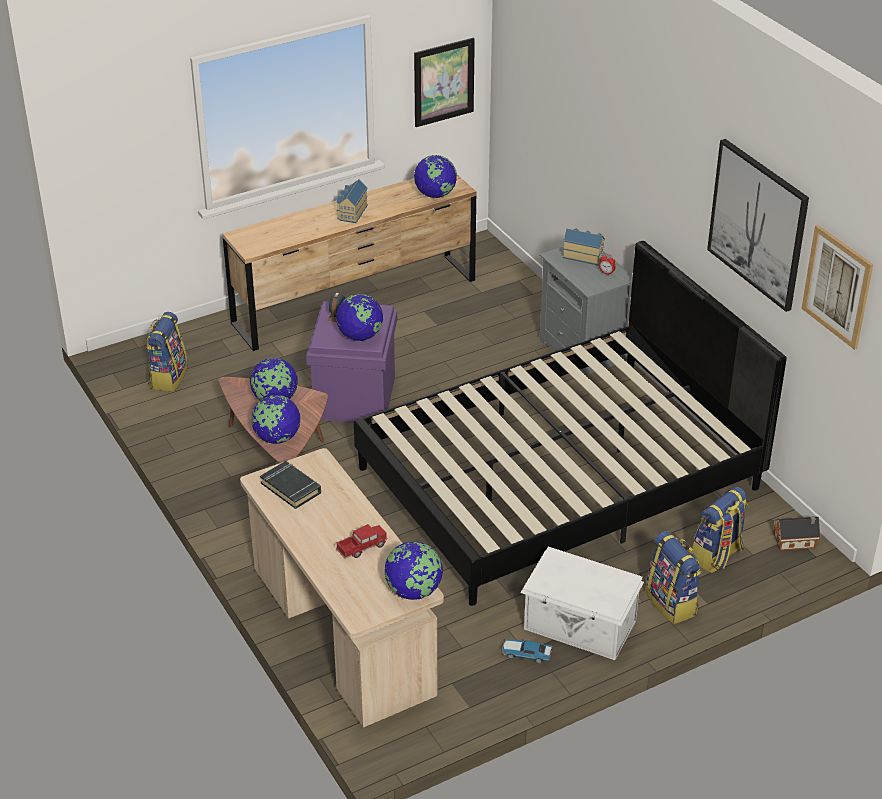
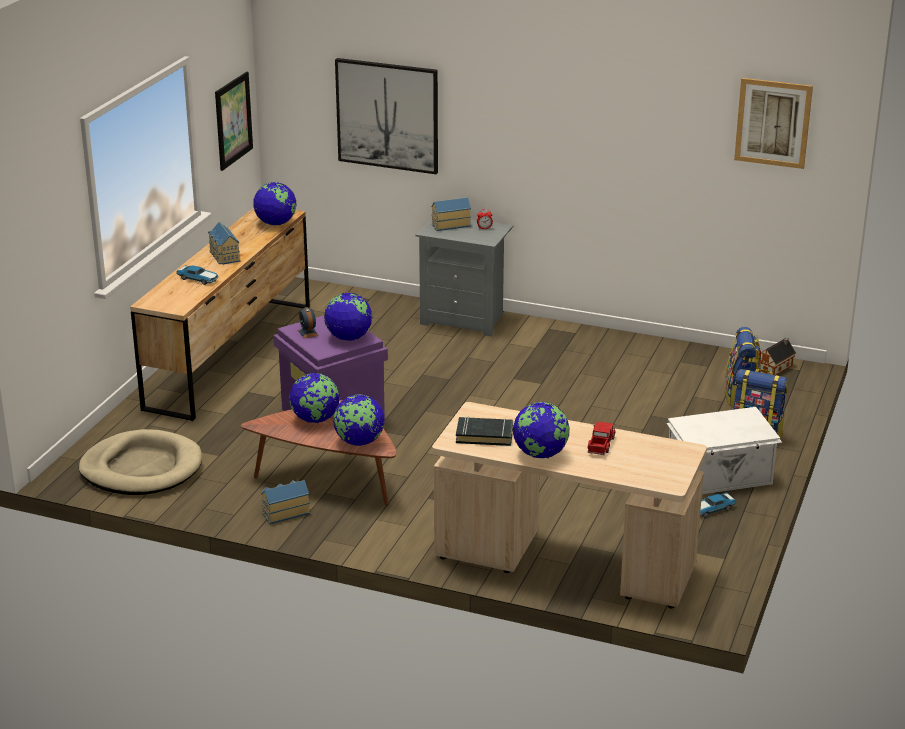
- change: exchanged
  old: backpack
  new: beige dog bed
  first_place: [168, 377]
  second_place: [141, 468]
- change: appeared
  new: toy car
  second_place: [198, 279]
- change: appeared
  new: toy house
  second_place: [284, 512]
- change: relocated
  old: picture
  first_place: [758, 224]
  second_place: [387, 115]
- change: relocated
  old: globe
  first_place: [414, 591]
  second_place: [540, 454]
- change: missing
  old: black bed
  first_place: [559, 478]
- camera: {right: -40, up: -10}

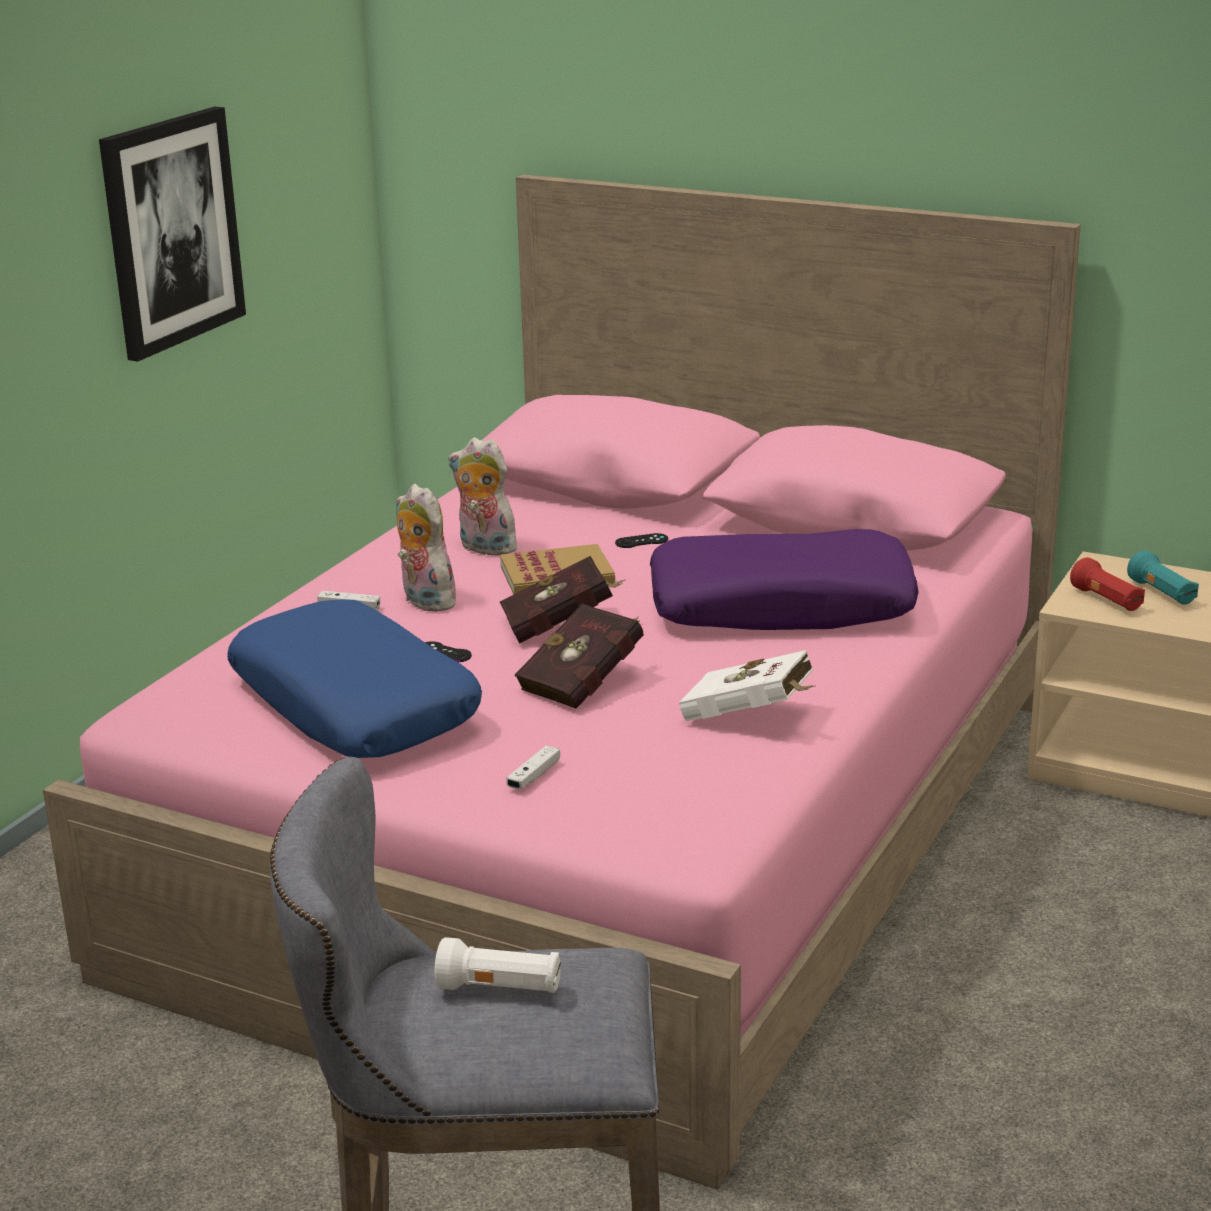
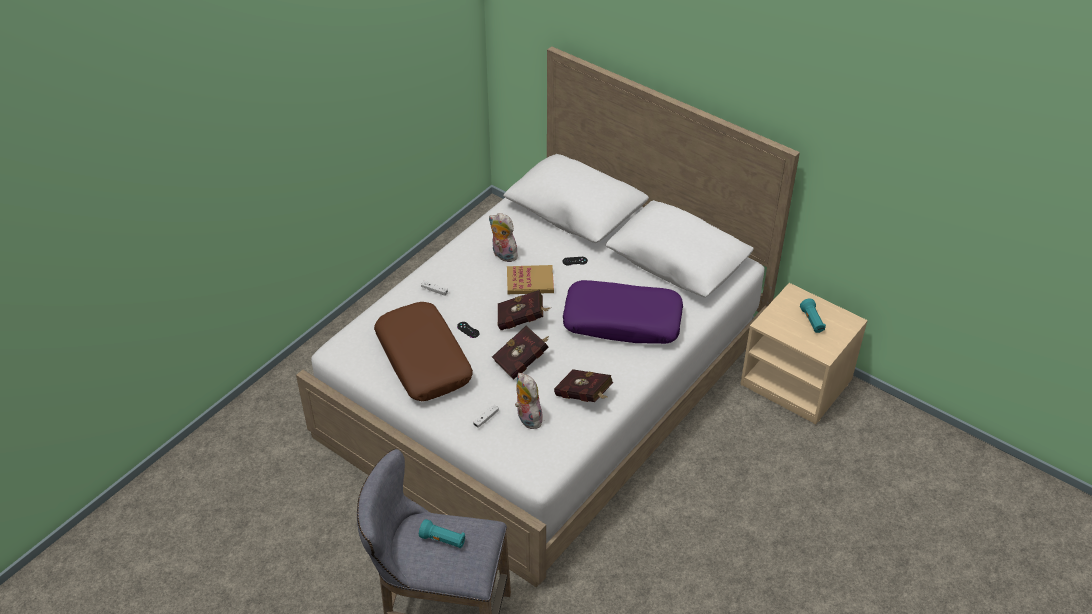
- change: colour
  old: pink bed
  new: white bed
  first_place: [614, 828]
  second_place: [547, 384]
- change: colour
  old: blue pillow
  new: brown pillow
  first_place: [356, 705]
  second_place: [424, 360]
- change: colour
  old: white flashlight
  new: turquoise flashlight
  first_place: [500, 989]
  second_place: [443, 540]
- change: relocated
  old: plush toy
  first_place: [424, 601]
  second_place: [527, 418]
- change: colour
  old: white book
  new: red book
  first_place: [751, 718]
  second_place: [584, 396]
- change: missing
  old: picture
  first_place: [171, 231]
- change: missing
  old: red flashlight
  first_place: [1107, 601]
- camera: {right: 10, up: 20}

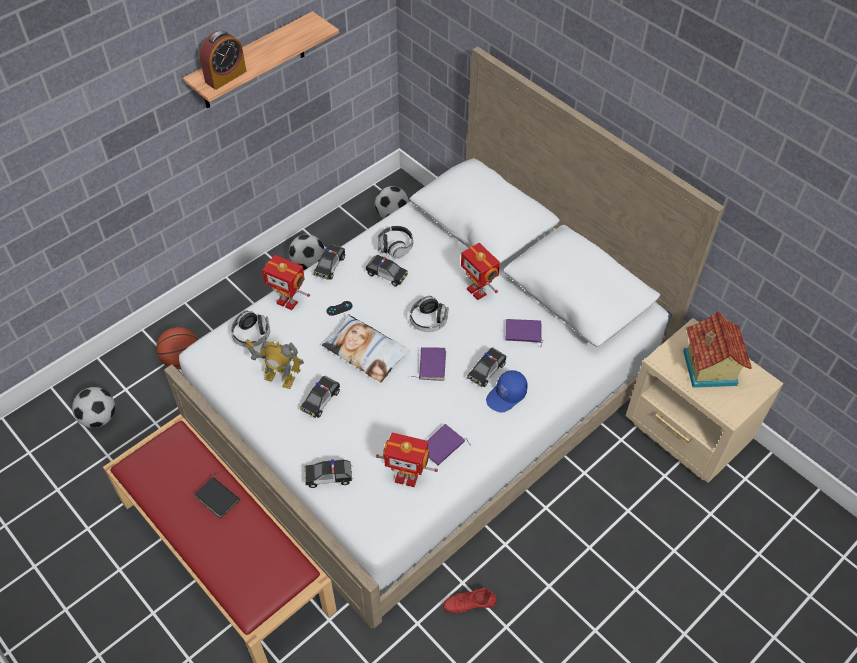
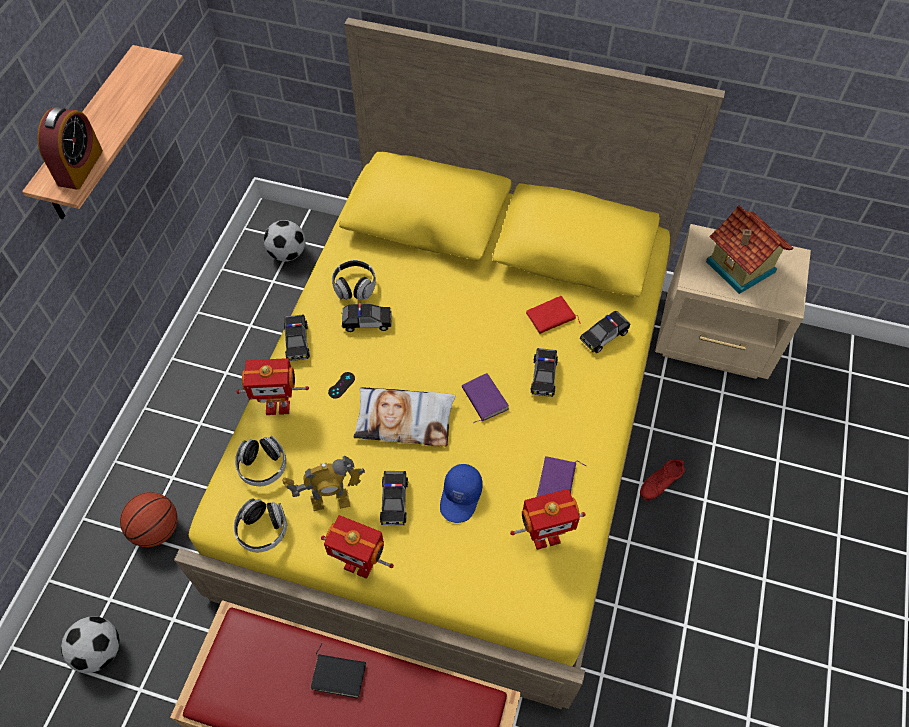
- change: colour
  old: white bed
  new: yellow bed
  first_place: [429, 398]
  second_place: [456, 431]
- change: relocated
  old: headphones
  first_place: [428, 321]
  second_place: [263, 530]
- change: relocated
  old: toy robot
  first_place: [477, 291]
  second_place: [359, 564]
- change: relocated
  old: blue cap
  first_place: [506, 396]
  second_place: [461, 497]
- change: colour
  old: purple book
  new: red book
  first_place: [523, 333]
  second_place: [551, 317]
- change: relocated
  old: toy car
  first_place: [329, 477]
  second_place: [604, 336]
- change: relocated
  old: red shoe
  first_place: [469, 603]
  second_place: [661, 482]
- change: missing
  old: football
  first_place: [308, 264]
- camera: {right: -30, up: 5}

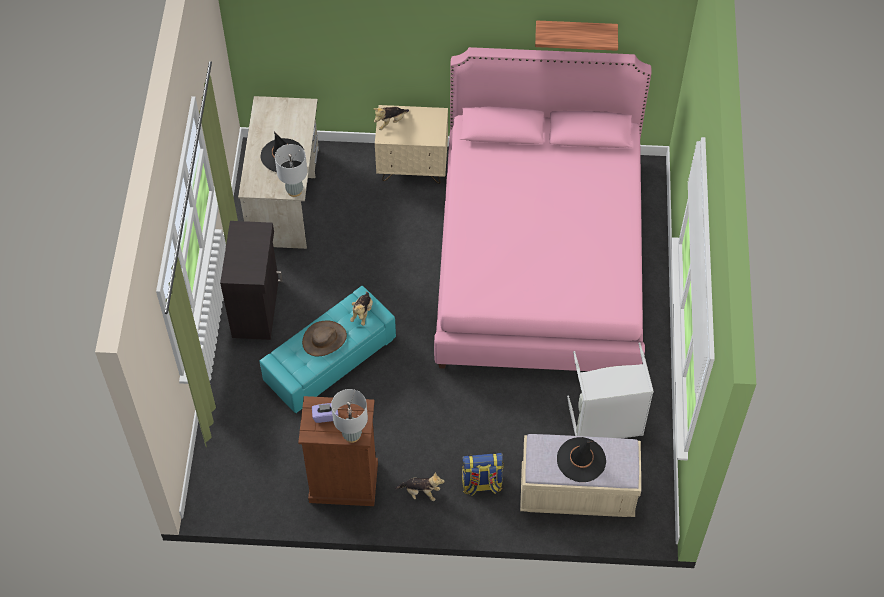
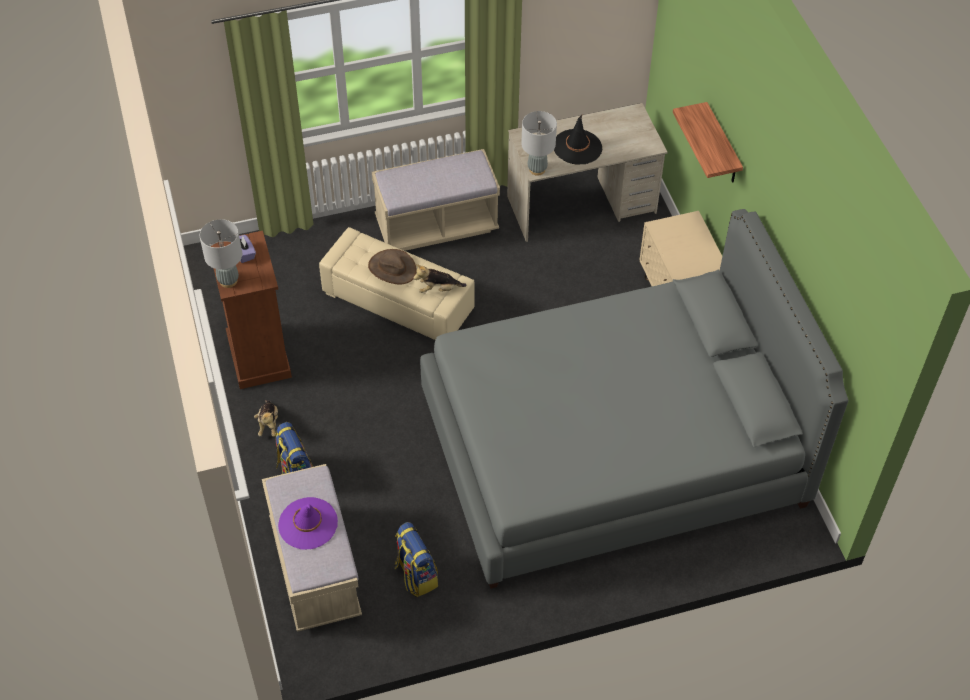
- change: colour
  old: black hat
  new: purple hat
  first_place: [581, 460]
  second_place: [308, 524]
- change: colour
  old: turquoise ottoman
  new: beige ottoman
  first_place: [330, 360]
  second_place: [398, 302]
- change: exchanged
  old: black cabinet
  new: beige bench
  first_place: [257, 307]
  second_place: [436, 226]
- change: exchanged
  old: grey laundry basket
  new: backpack
  first_place: [606, 424]
  second_place: [415, 575]
- change: colour
  old: pink bed
  new: grey bed
  first_place: [539, 259]
  second_place: [611, 450]
- change: relocated
  old: shelf
  first_place: [576, 31]
  second_place: [722, 146]
- change: missing
  old: plush toy
  first_place: [390, 122]
- camera: {right: 70, up: -5}

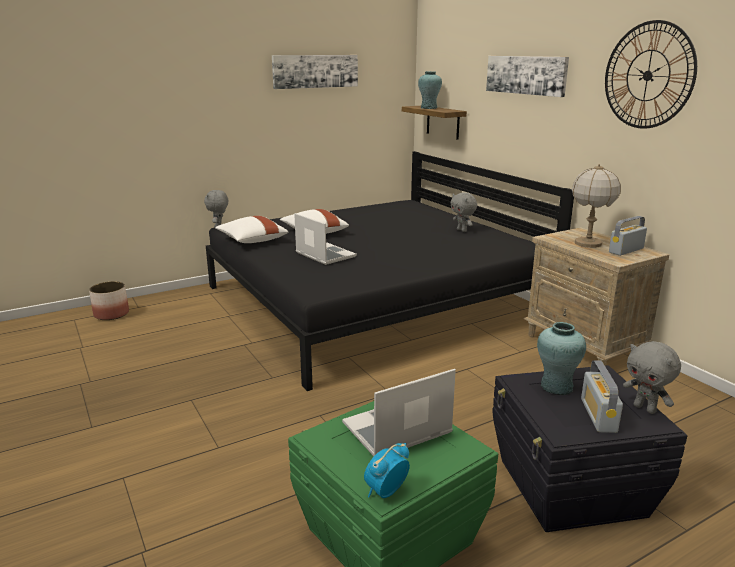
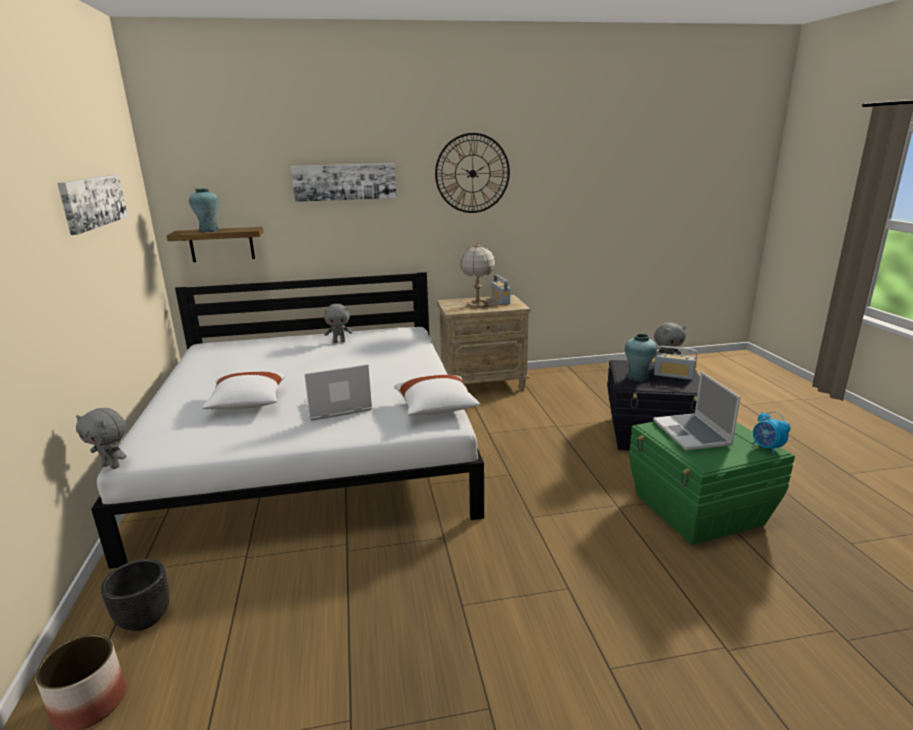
- change: colour
  old: black bed
  new: white bed
  first_place: [374, 301]
  second_place: [314, 448]
- change: appeared
  new: black planter
  second_place: [143, 618]
- change: relocated
  old: white pillow
  first_place: [252, 240]
  second_place: [436, 409]
- camera: {right: -70, up: 0}

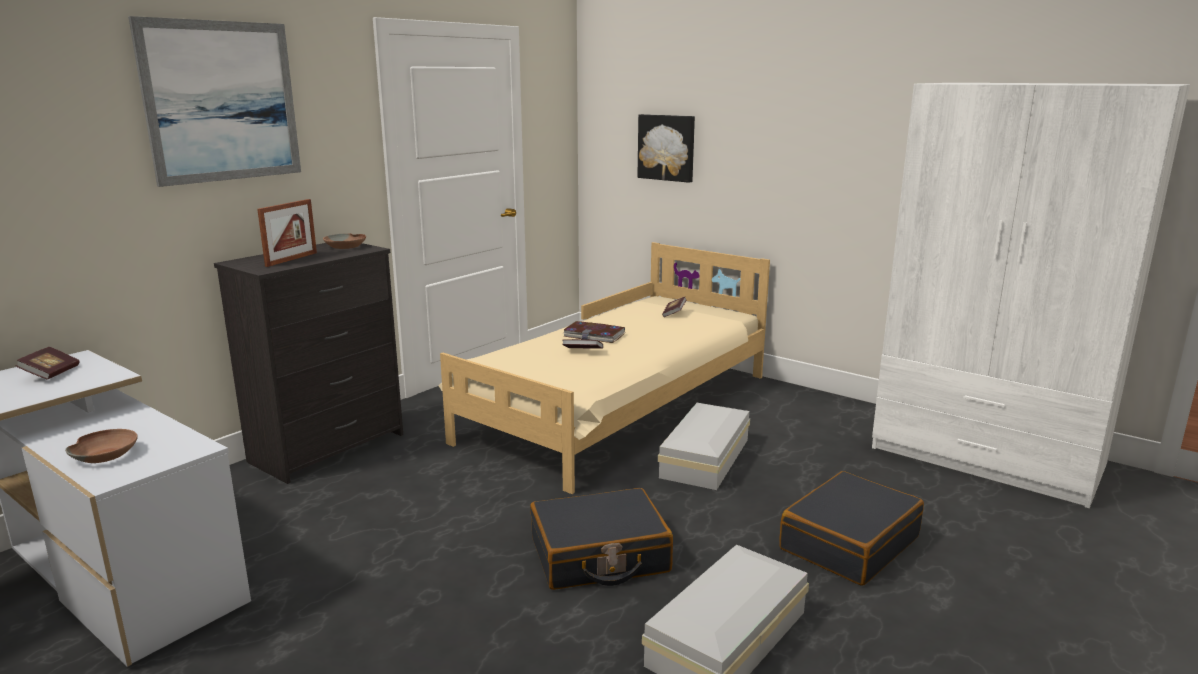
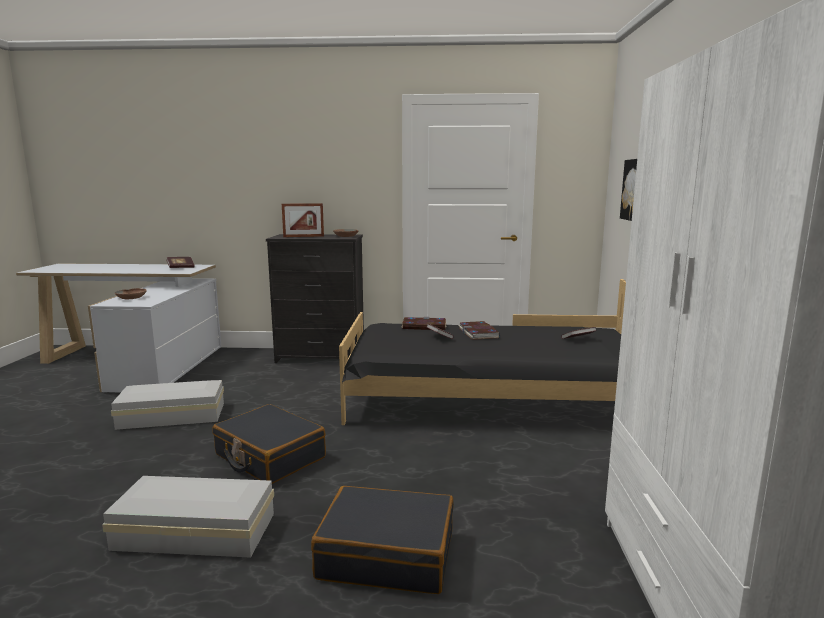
- change: relocated
  old: white storage box
  first_place: [707, 457]
  second_place: [173, 416]
- change: colour
  old: beige bed
  new: black bed
  first_place: [619, 408]
  second_place: [489, 401]
- change: appeared
  new: book
  second_place: [424, 326]
- change: missing
  old: picture
  first_place: [222, 102]
- camera: {right: 55, up: -5}

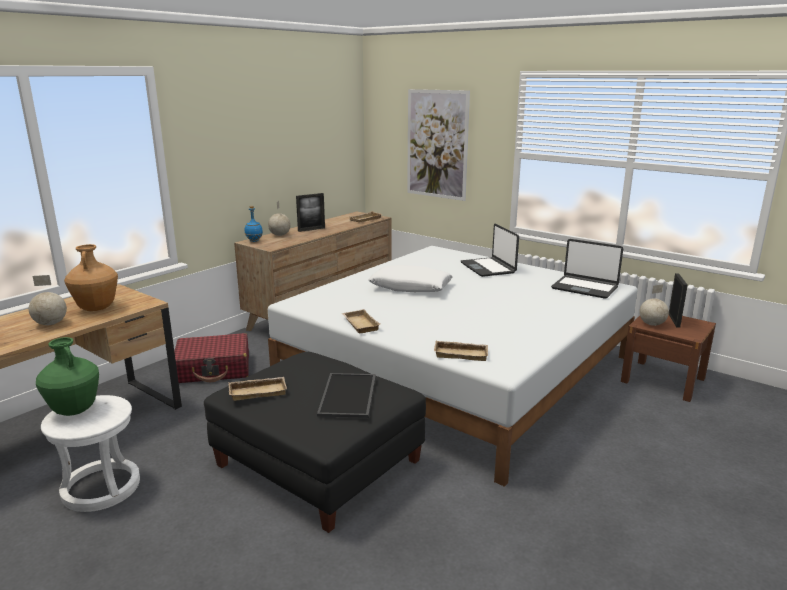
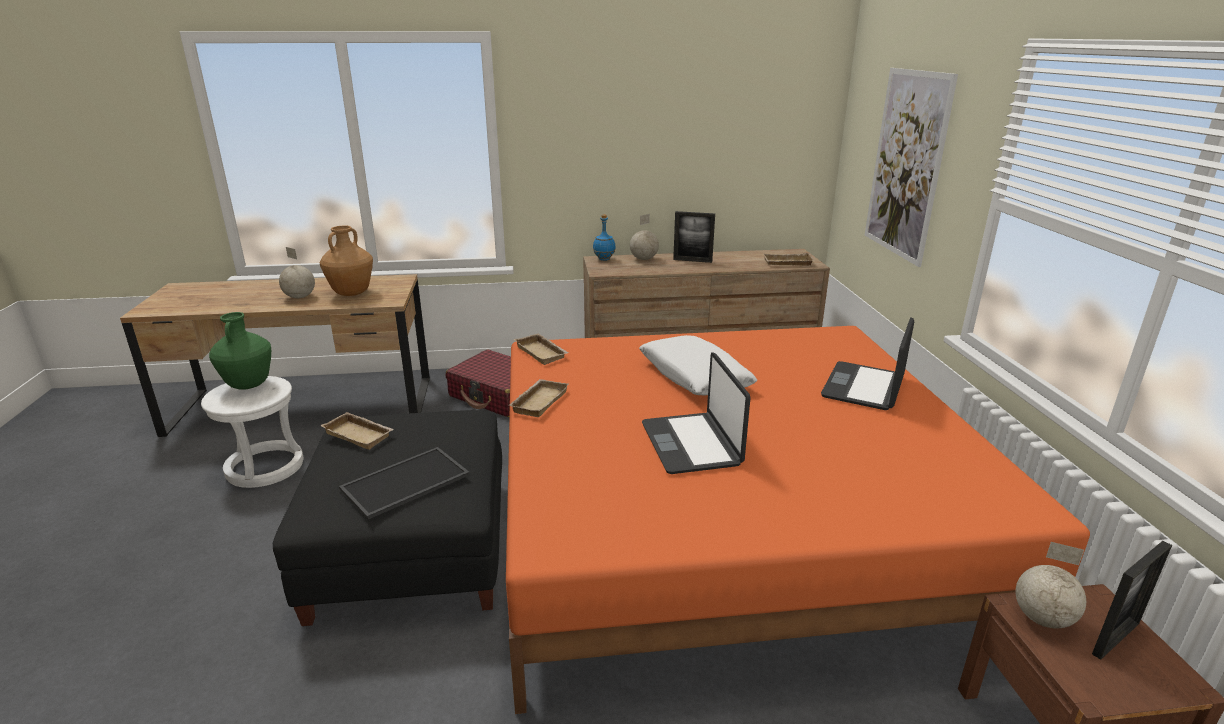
- change: colour
  old: white bed
  new: orange bed
  first_place: [457, 370]
  second_place: [725, 523]
- change: relocated
  old: beige tray
  first_place: [461, 354]
  second_place: [543, 352]
- change: relocated
  old: laptop
  first_place: [584, 288]
  second_place: [692, 444]
- camera: {right: 45, up: 5}

